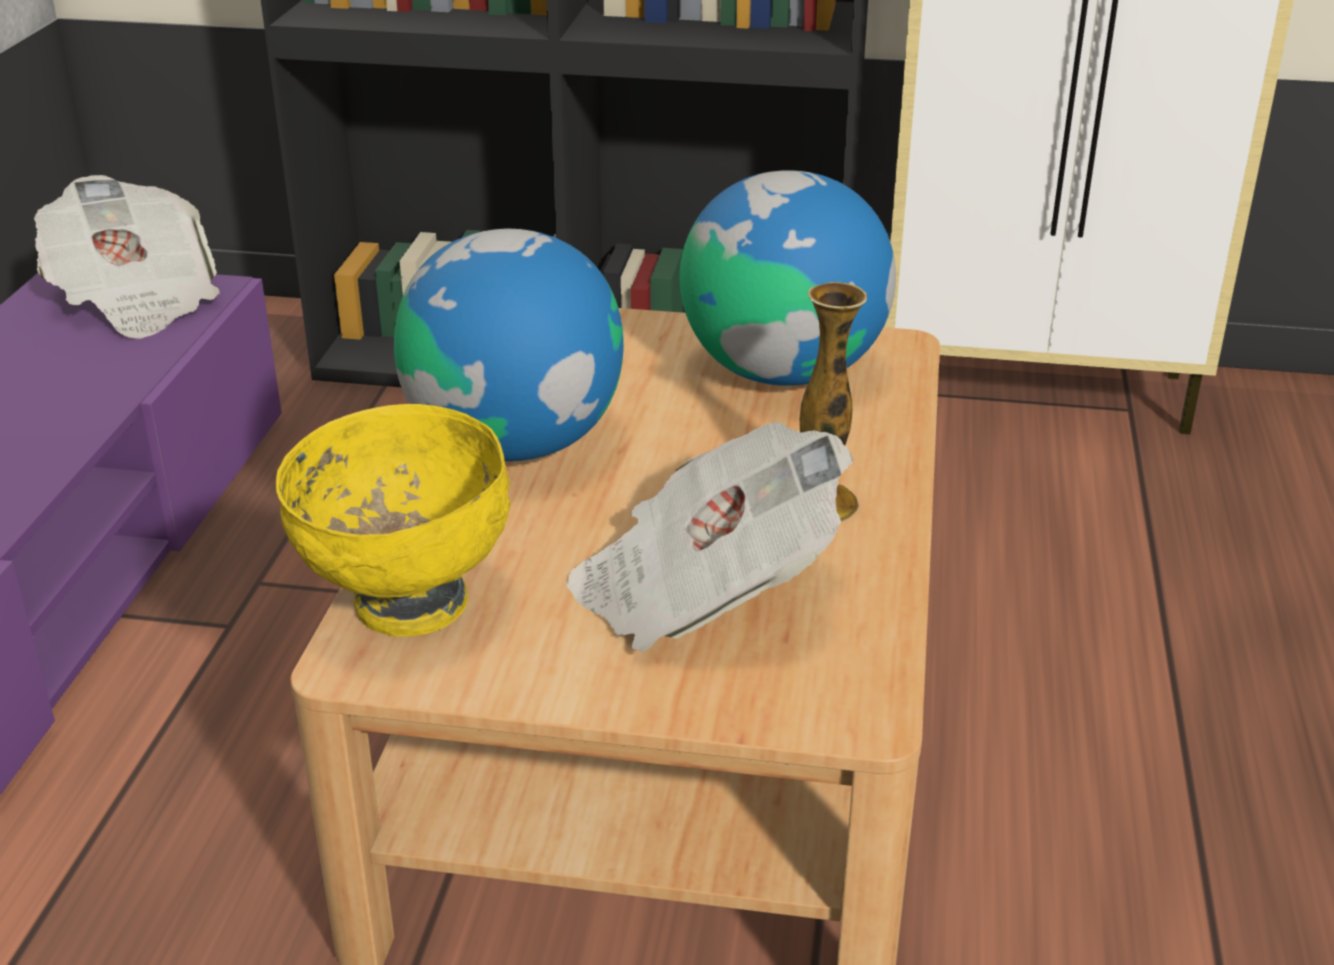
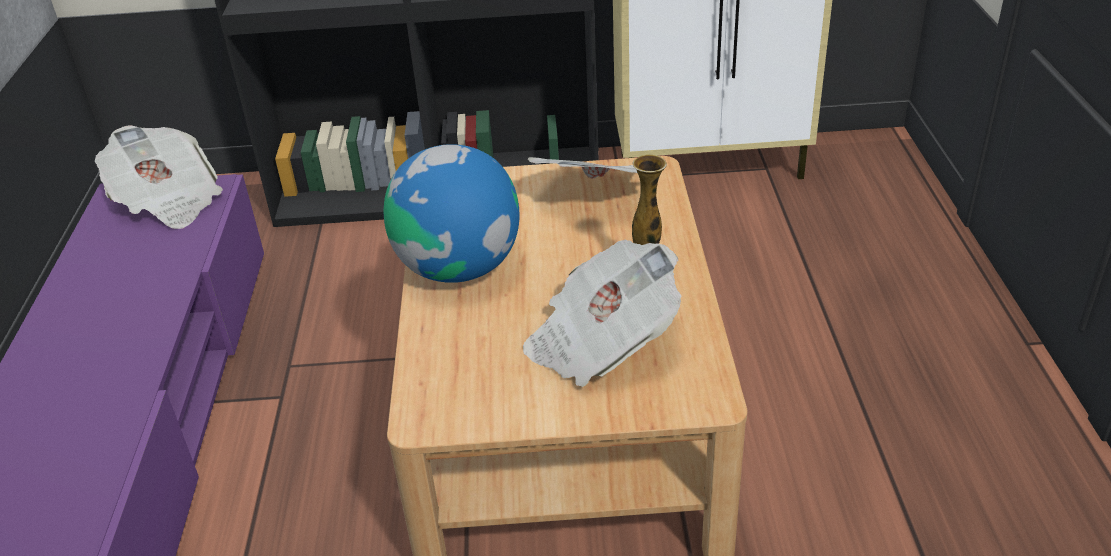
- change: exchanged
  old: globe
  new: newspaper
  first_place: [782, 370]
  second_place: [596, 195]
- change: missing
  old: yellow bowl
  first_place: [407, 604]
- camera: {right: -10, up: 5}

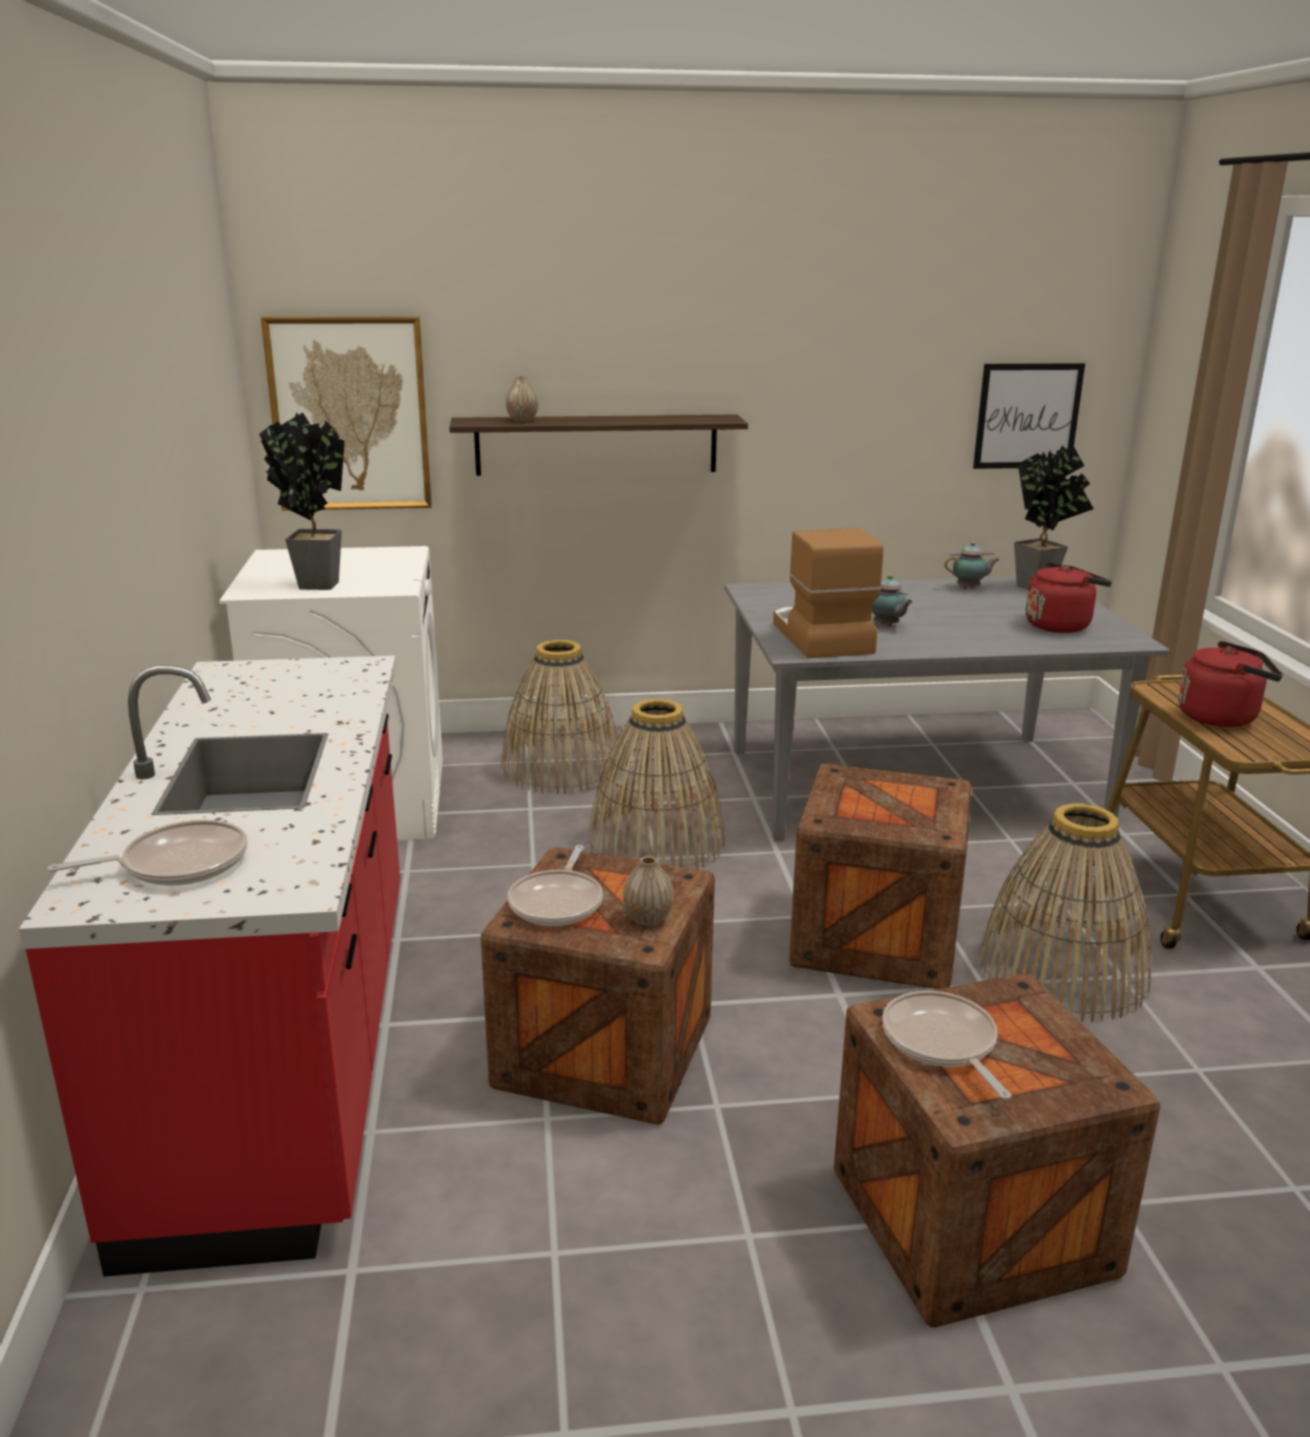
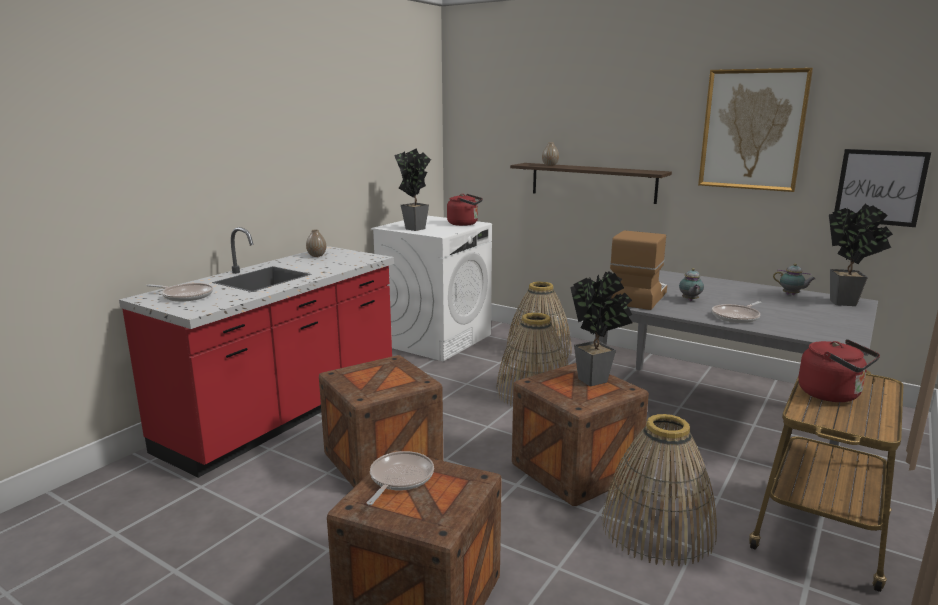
- change: relocated
  old: vase
  first_place: [648, 919]
  second_place: [317, 255]
- change: relocated
  old: red kettle
  first_place: [1060, 625]
  second_place: [465, 224]
- change: appeared
  new: potted plant
  second_place: [598, 380]
- change: relocated
  old: picture
  first_place: [350, 414]
  second_place: [752, 130]
- change: relocated
  old: frying pan
  first_place: [558, 902]
  second_place: [737, 317]
- camera: {right: 40, up: -5}

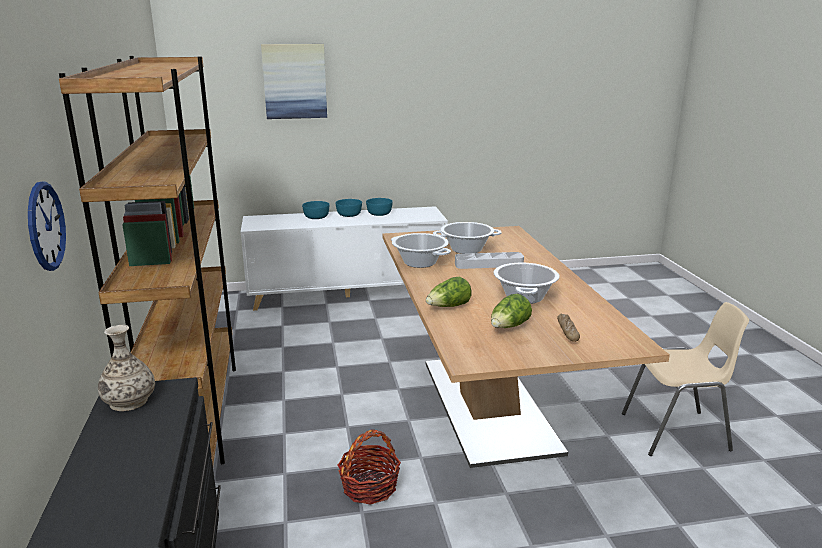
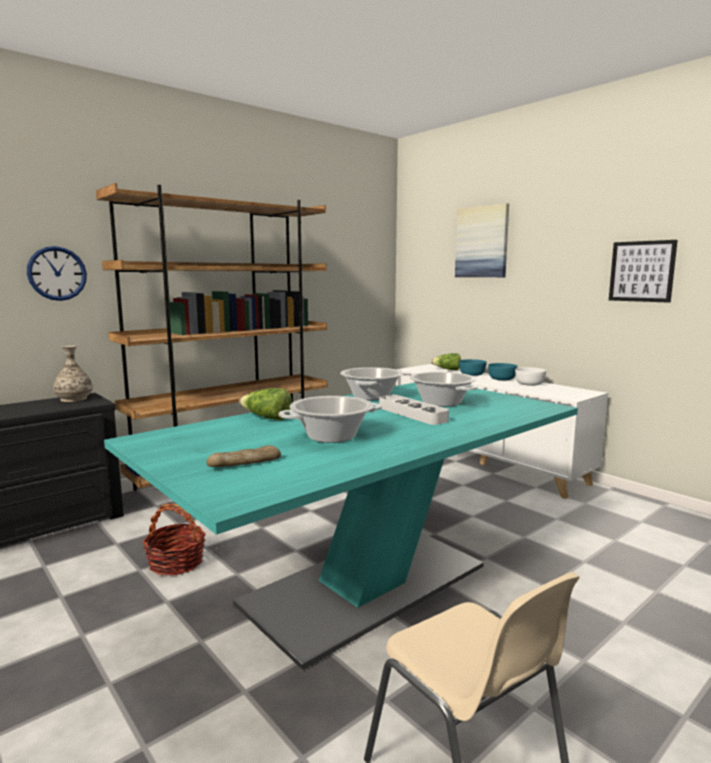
- change: colour
  old: beige dining table
  new: turquoise dining table
  first_place: [488, 406]
  second_place: [365, 586]
- change: relocated
  old: lettuce
  first_place: [509, 327]
  second_place: [447, 370]
- change: colour
  old: turquoise bowl
  new: white bowl
  first_place: [379, 214]
  second_place: [529, 384]
- change: appeared
  new: picture
  second_place: [641, 271]
- camera: {right: 60, up: -10}

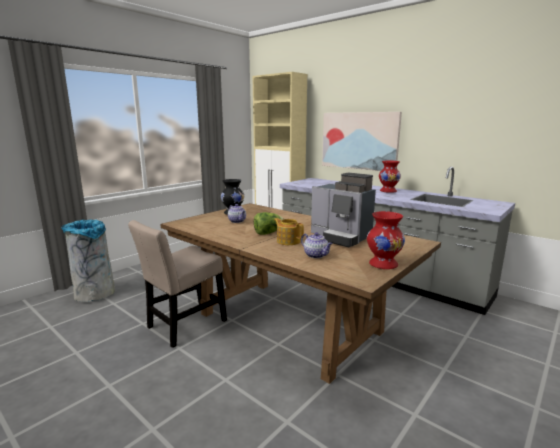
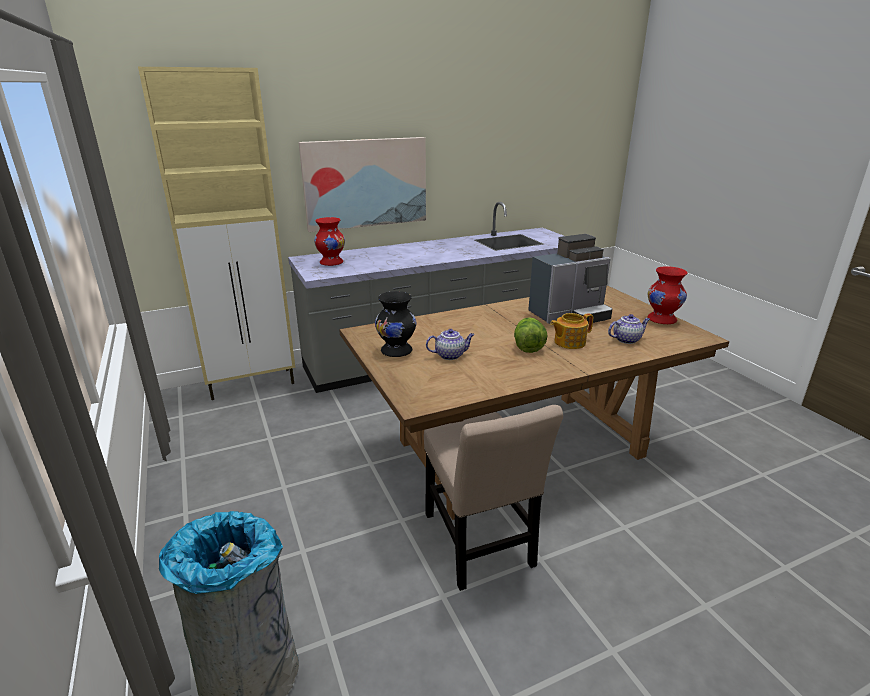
- change: relocated
  old: red vase
  first_place: [388, 191]
  second_place: [331, 263]
- camera: {right: -65, up: 10}

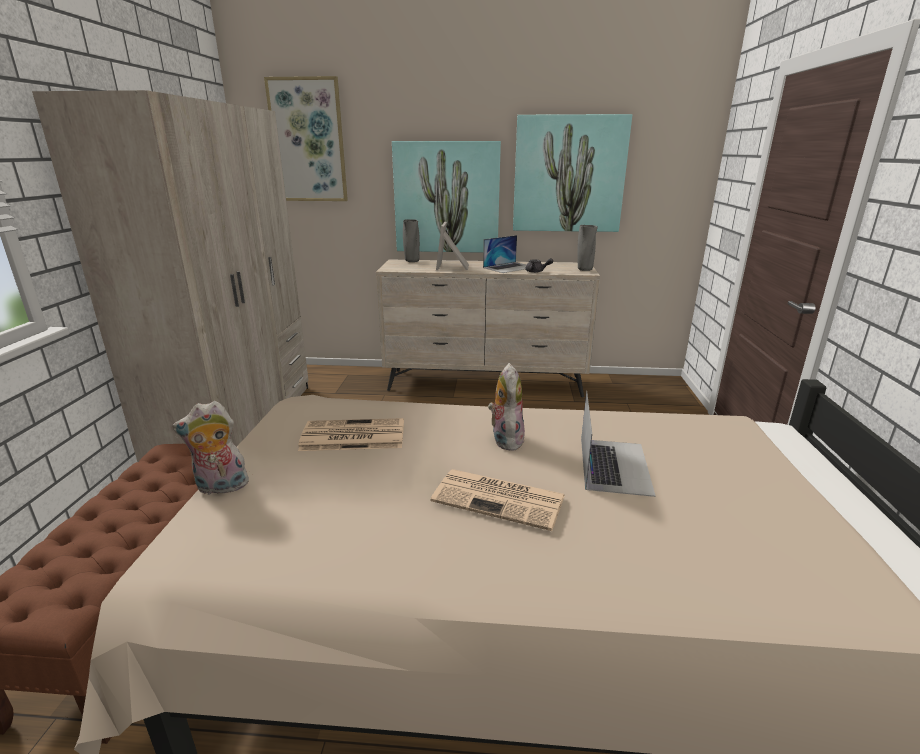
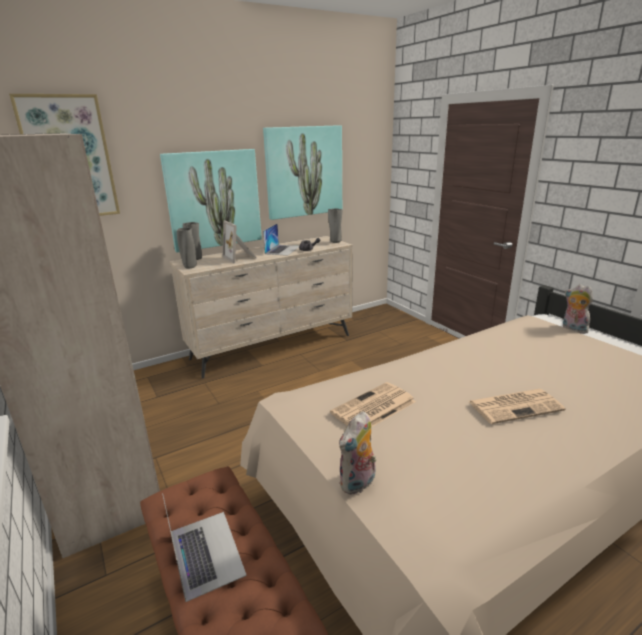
- change: relocated
  old: laptop
  first_place: [614, 465]
  second_place: [206, 552]
- change: appeared
  new: grey vase
  second_place: [189, 267]
- change: relocated
  old: plush toy
  first_place: [505, 439]
  second_place: [573, 329]
- camera: {right: -35, up: 0}

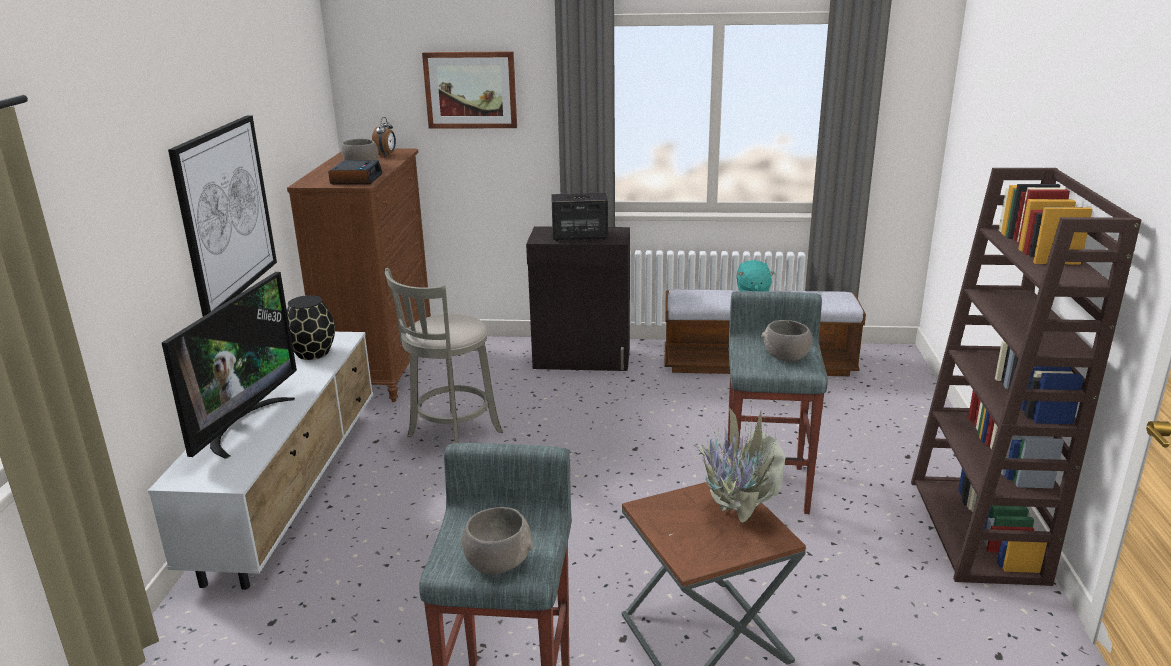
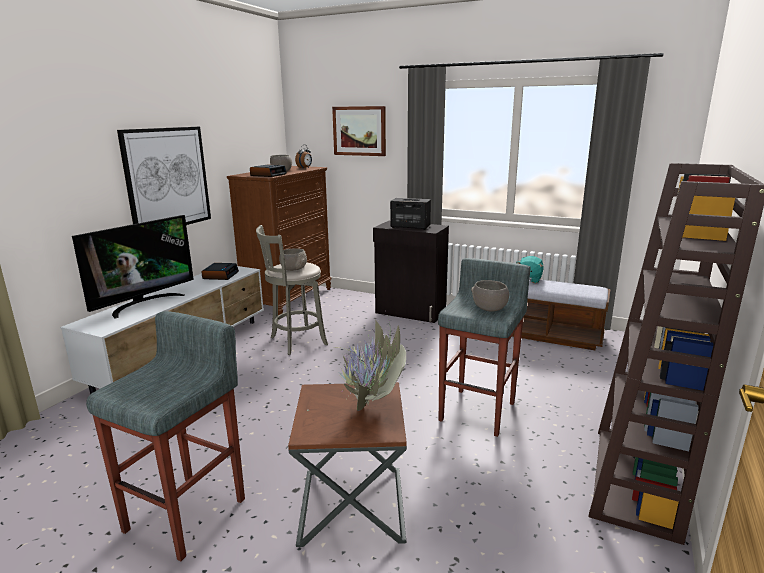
- change: exchanged
  old: black vase
  new: alarm clock
  first_place: [312, 353]
  second_place: [220, 275]
- change: relocated
  old: grey bowl
  first_place: [498, 562]
  second_place: [294, 268]
- camera: {right: 20, up: -5}

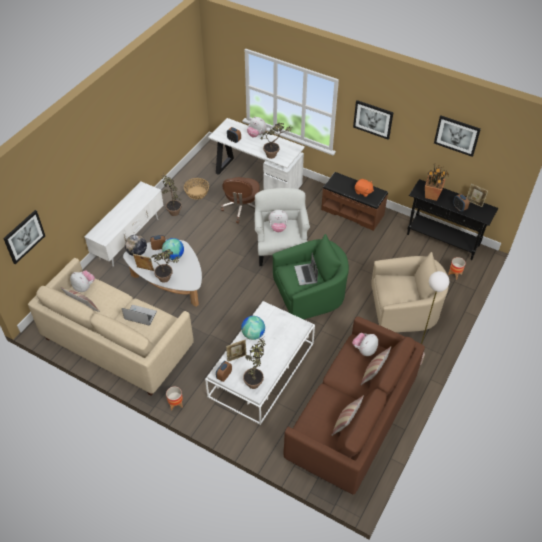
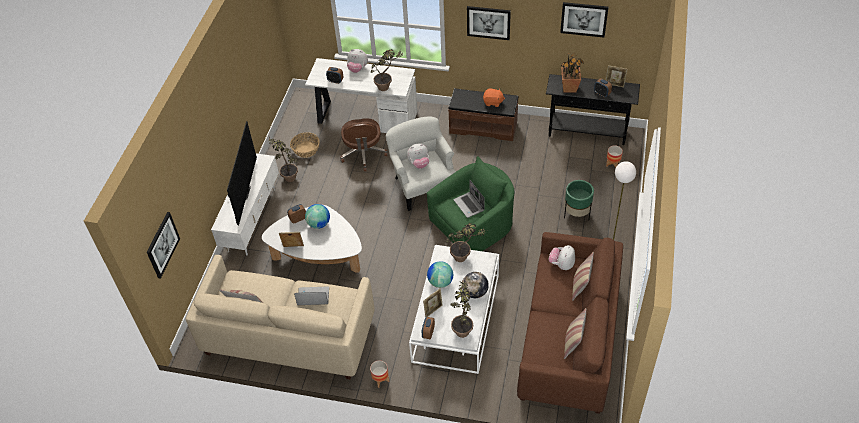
- change: appeared
  new: television
  second_place: [243, 192]
- change: relocated
  old: potted plant
  first_place: [167, 280]
  second_place: [465, 258]
- change: relocated
  old: globe
  first_place: [137, 252]
  second_place: [475, 292]
- change: exchanged
  old: beige armchair
  new: green planter
  first_place: [404, 309]
  second_place: [576, 214]
- change: missing
  old: plush toy
  first_place: [84, 287]
- camera: {right: -15, up: 0}

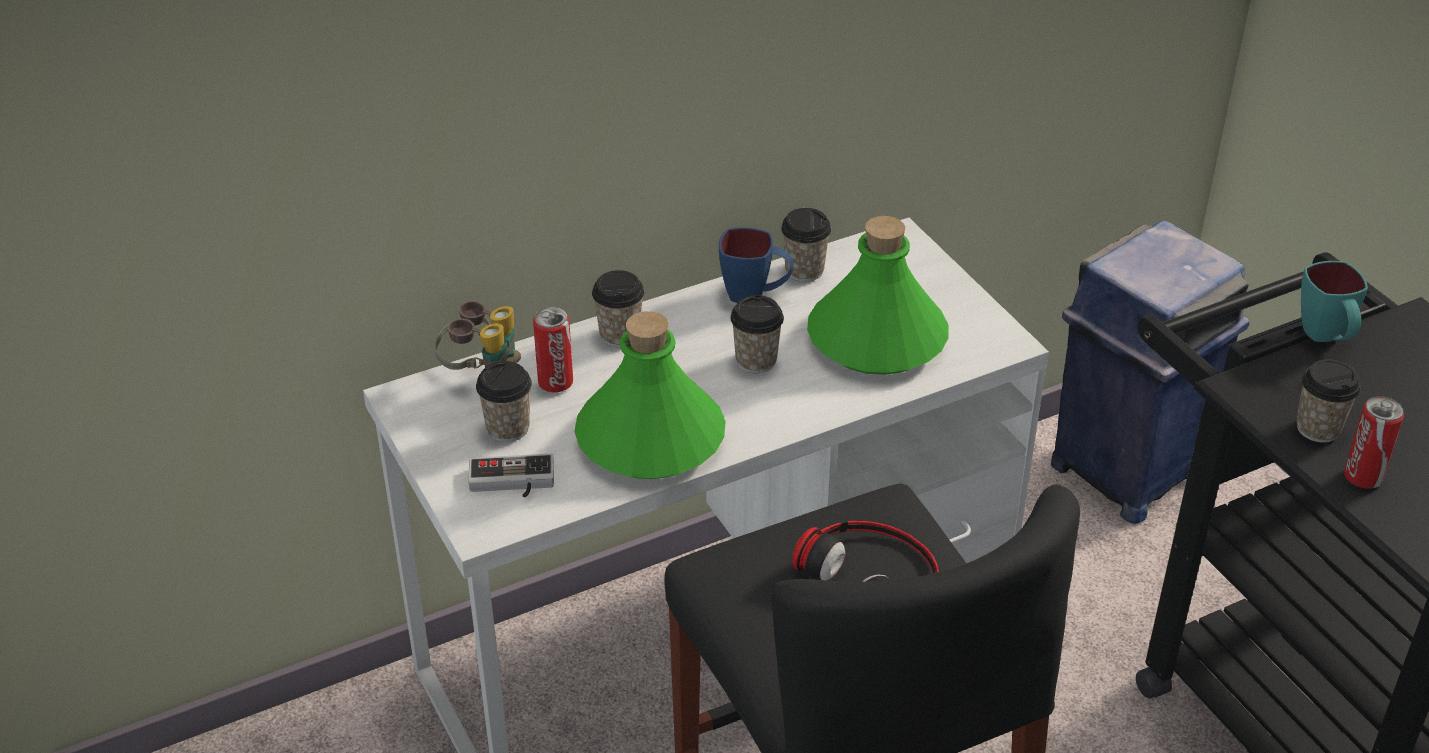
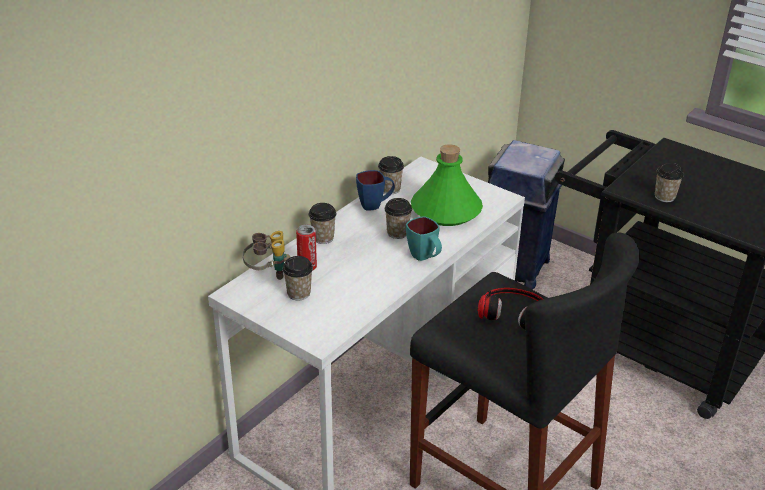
- change: relocated
  old: turquoise mug
  first_place: [1326, 338]
  second_place: [425, 258]
- change: missing
  old: game controller
  first_place: [512, 483]
- change: missing
  old: green bottle
  first_place: [649, 439]
- change: missing
  old: can
  first_place: [1362, 477]
- camera: {right: -25, up: -5}

